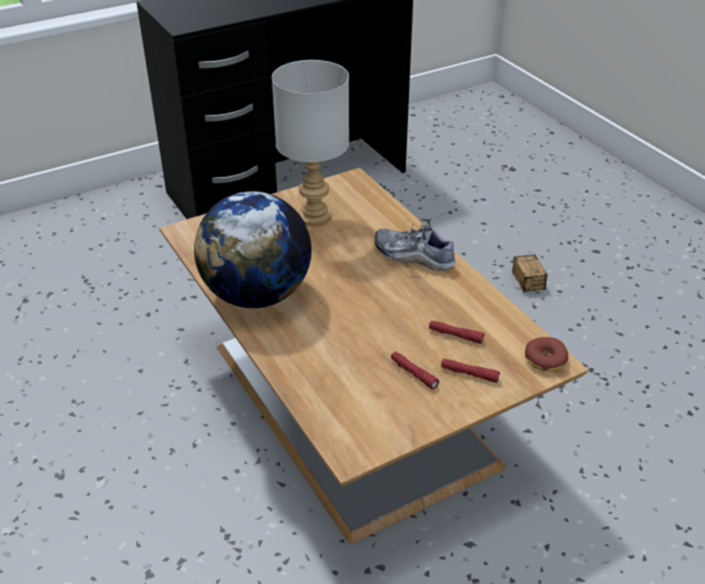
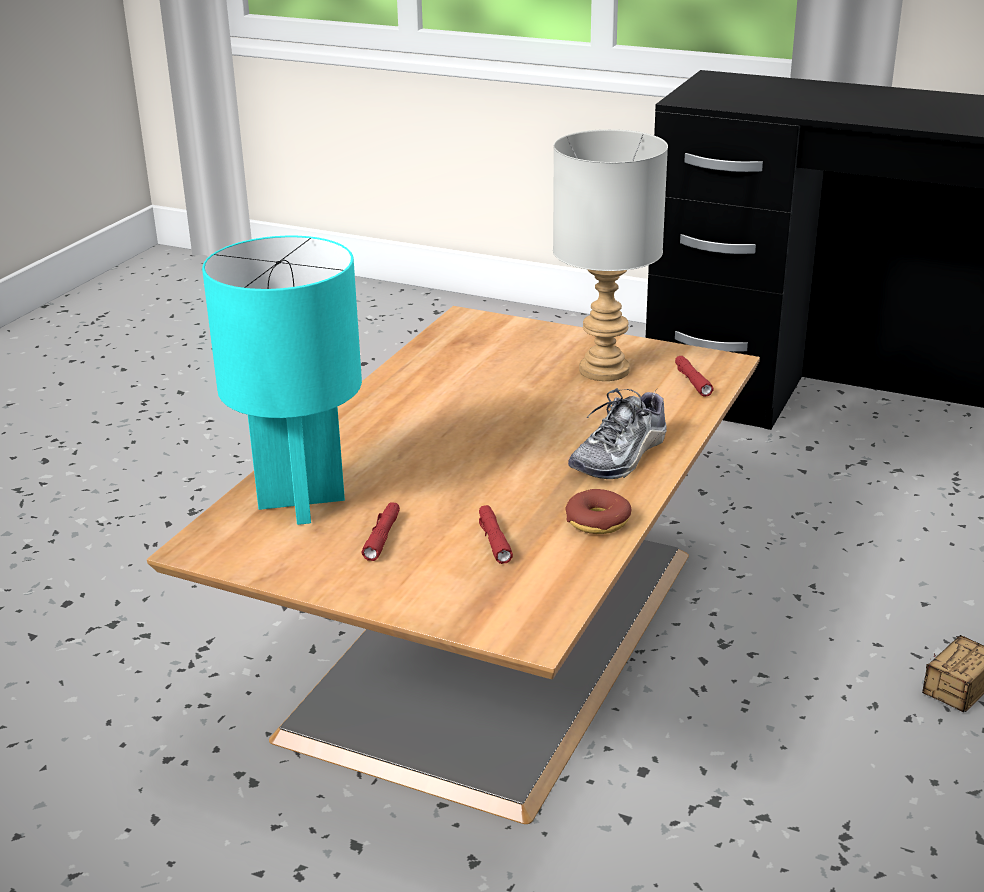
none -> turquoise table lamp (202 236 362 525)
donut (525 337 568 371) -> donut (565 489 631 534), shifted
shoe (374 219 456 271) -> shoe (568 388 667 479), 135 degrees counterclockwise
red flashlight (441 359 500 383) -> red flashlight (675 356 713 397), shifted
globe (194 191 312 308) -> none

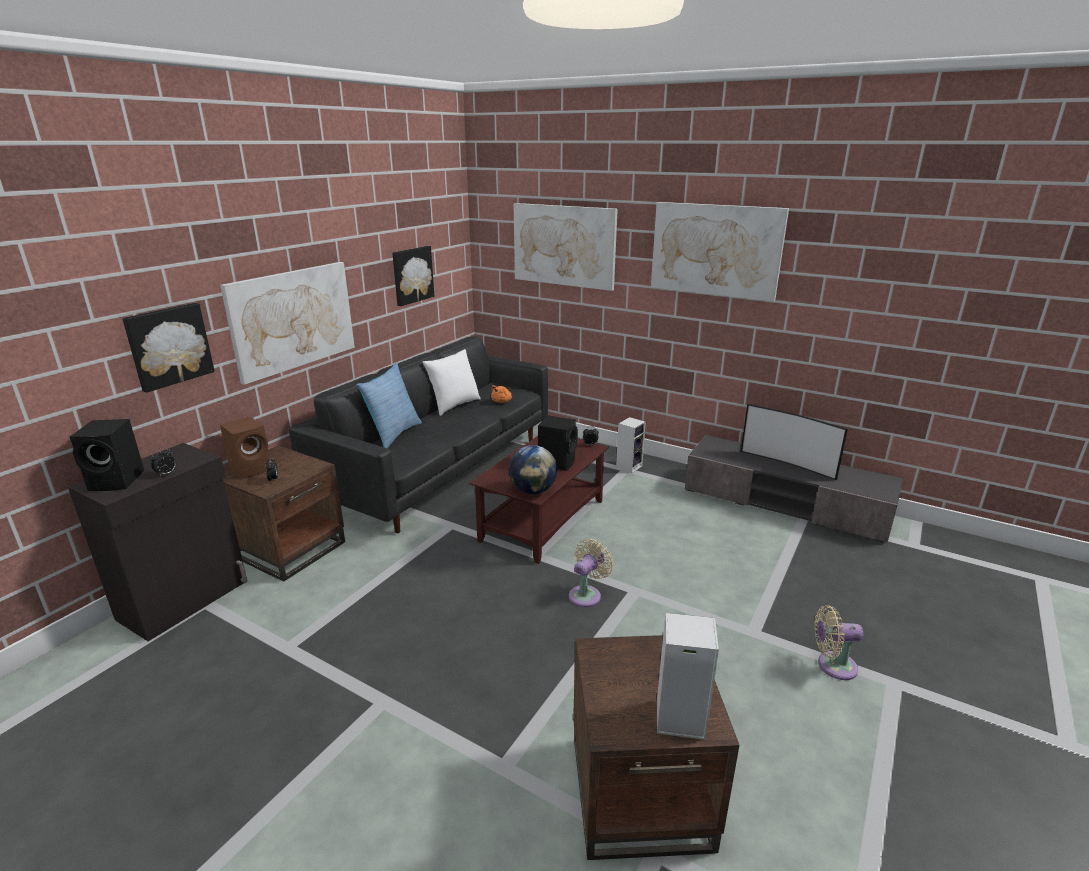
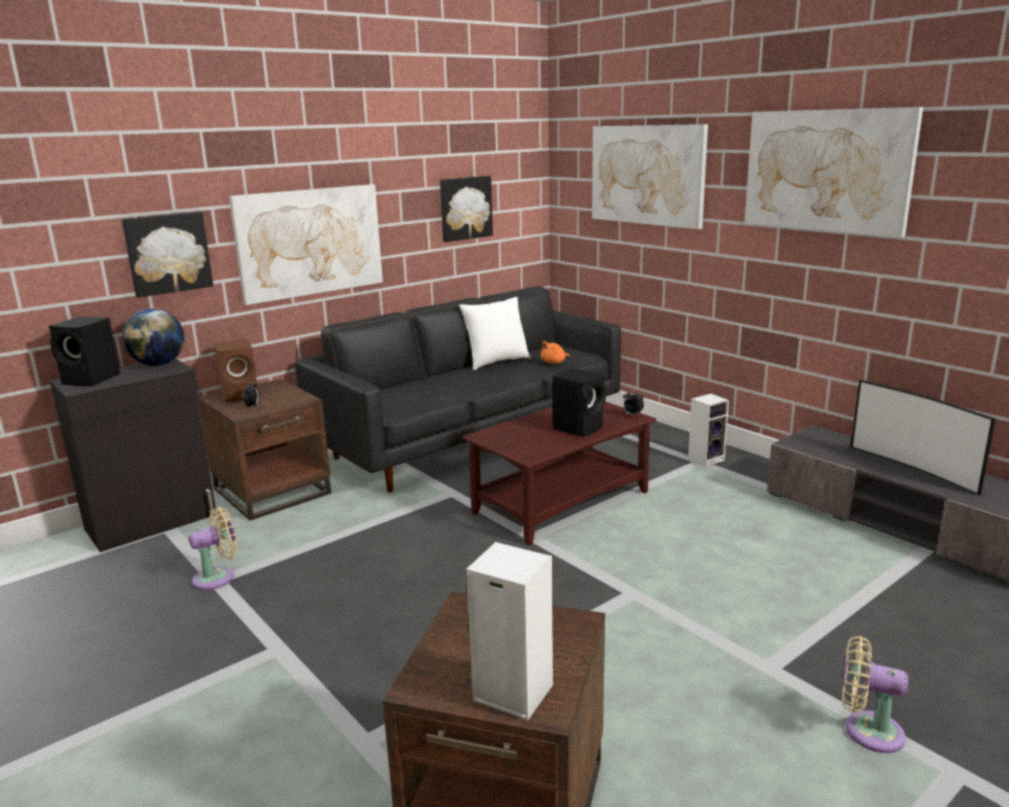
globe (508 445 557 494) -> globe (122 309 185 366), shifted
beige fan (569 539 613 607) -> beige fan (188 507 238 590), shifted
alarm clock (150 448 176 477) -> none
pillow (356 363 422 448) -> none

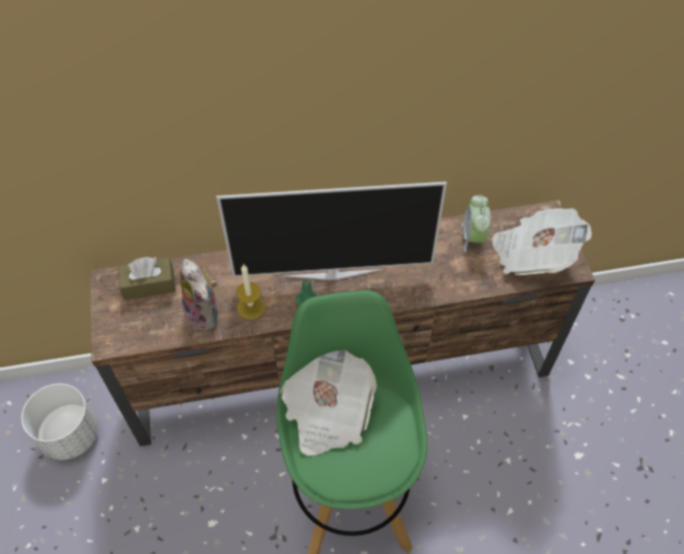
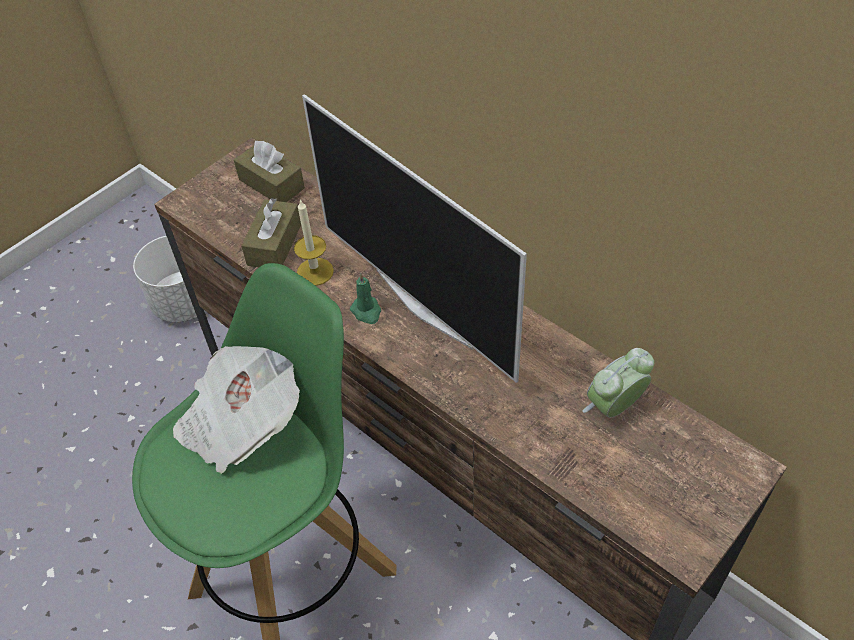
plush toy (180 259 218 331) -> brown tissue box (241 198 301 267)
newspaper (492 208 592 275) -> none

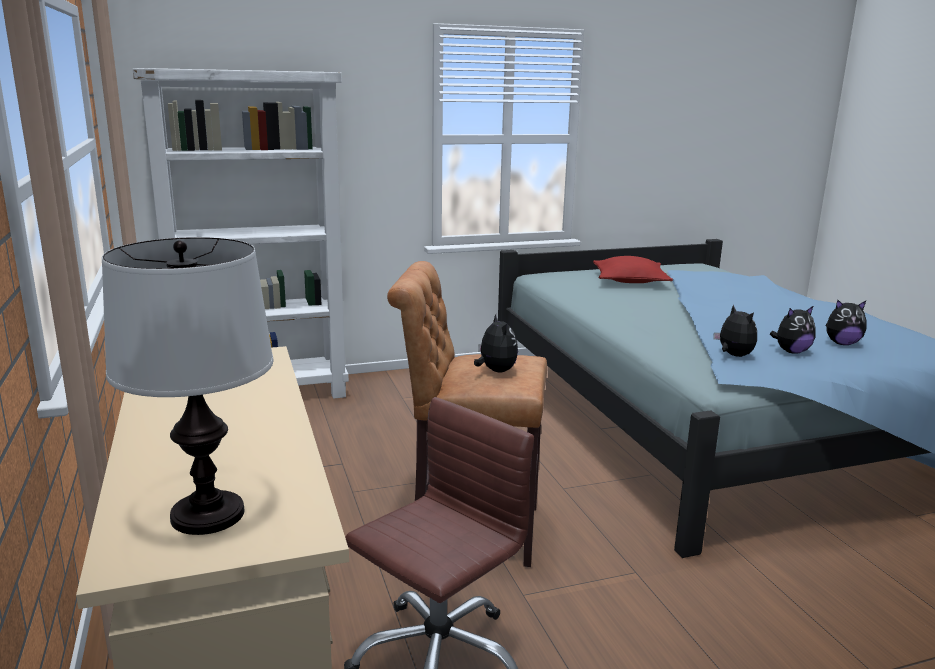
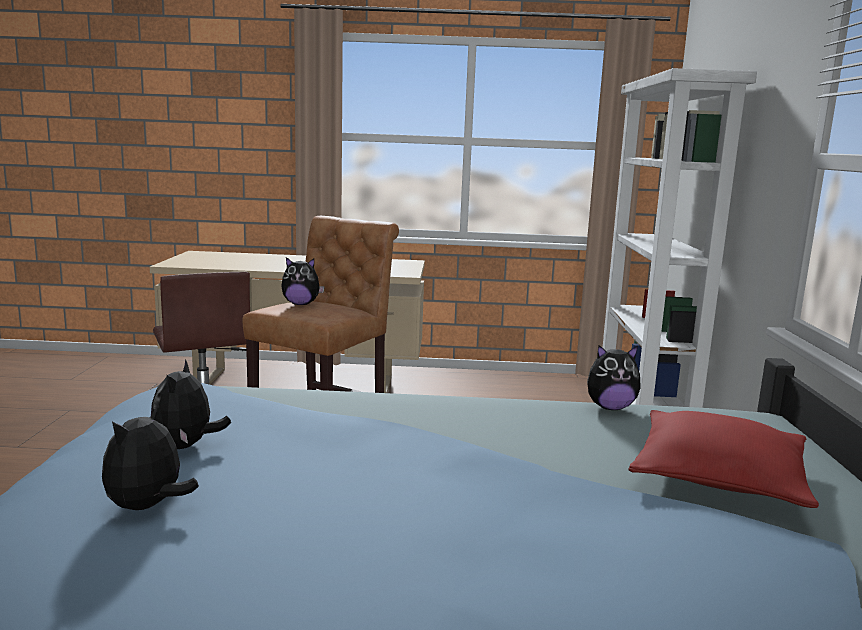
plush toy (714 304 757 357) -> plush toy (587 345 641 410), shifted
table lamp (102 237 274 535) -> none

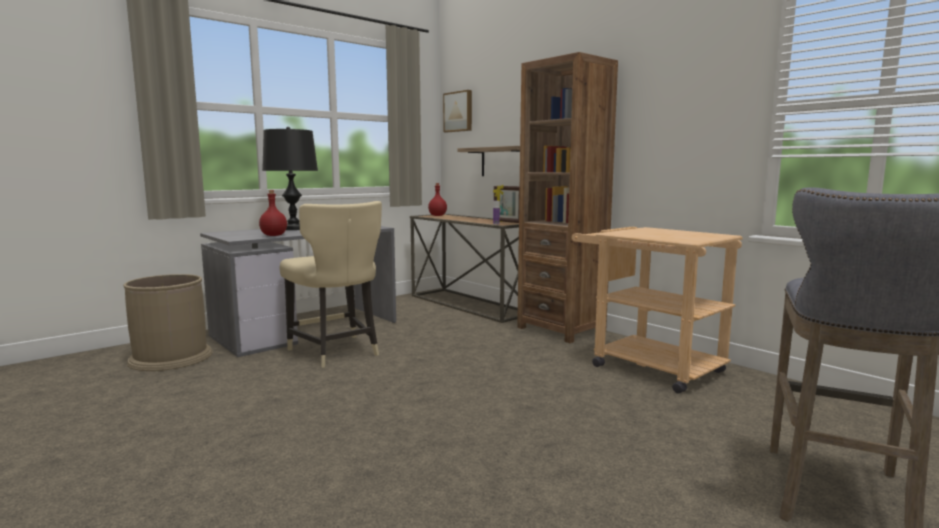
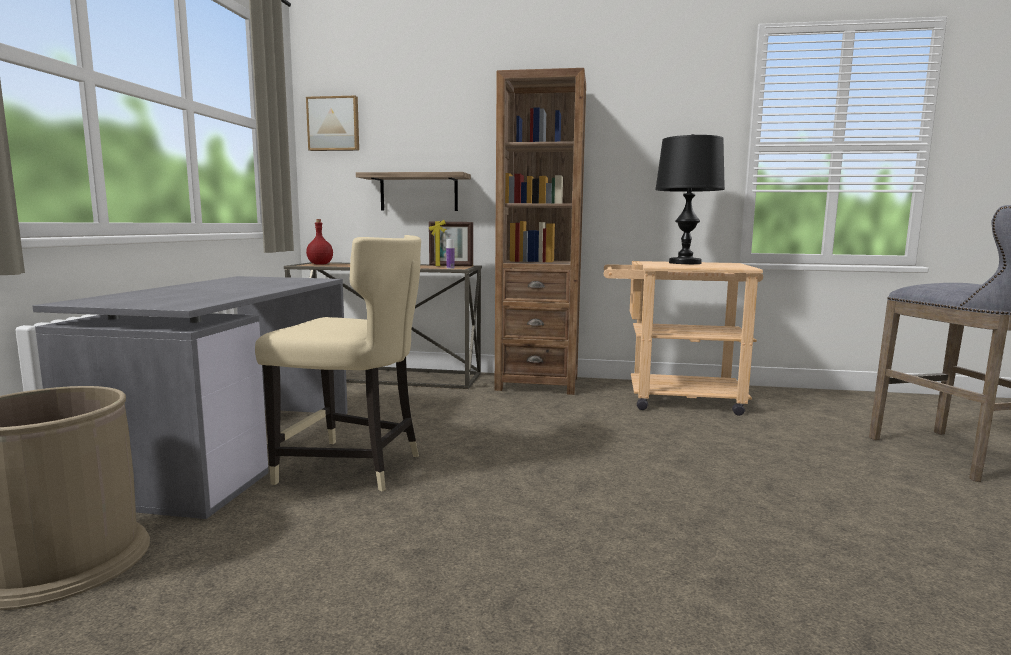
black table lamp (262 127 318 230) -> black table lamp (655 134 725 264), shifted
red bottle (259 190 287 236) -> none

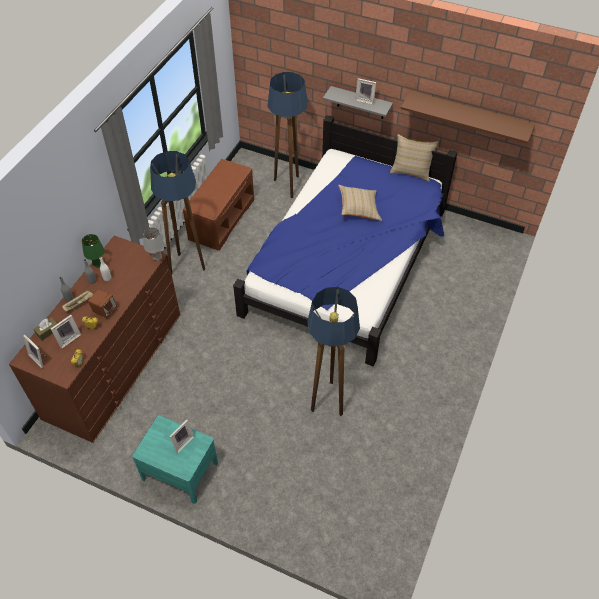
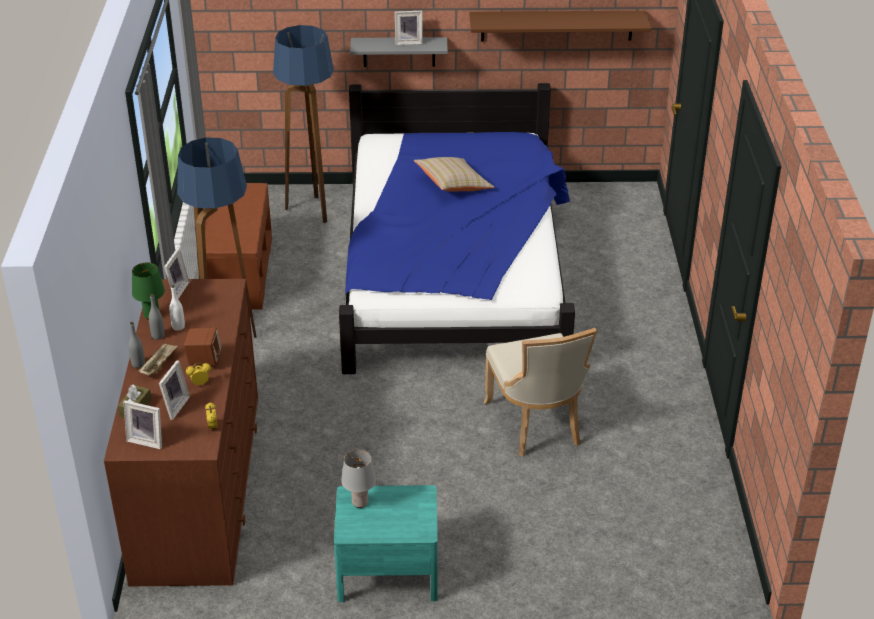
picture frame (169 419 194 453) -> picture frame (164 248 190 299), shifted
grey table lamp (143 227 164 261) -> grey table lamp (341 449 376 508), shifted
floor lamp (307 287 360 416) -> beige chair (484 328 597 457)
beige pillow (390 134 438 182) -> none

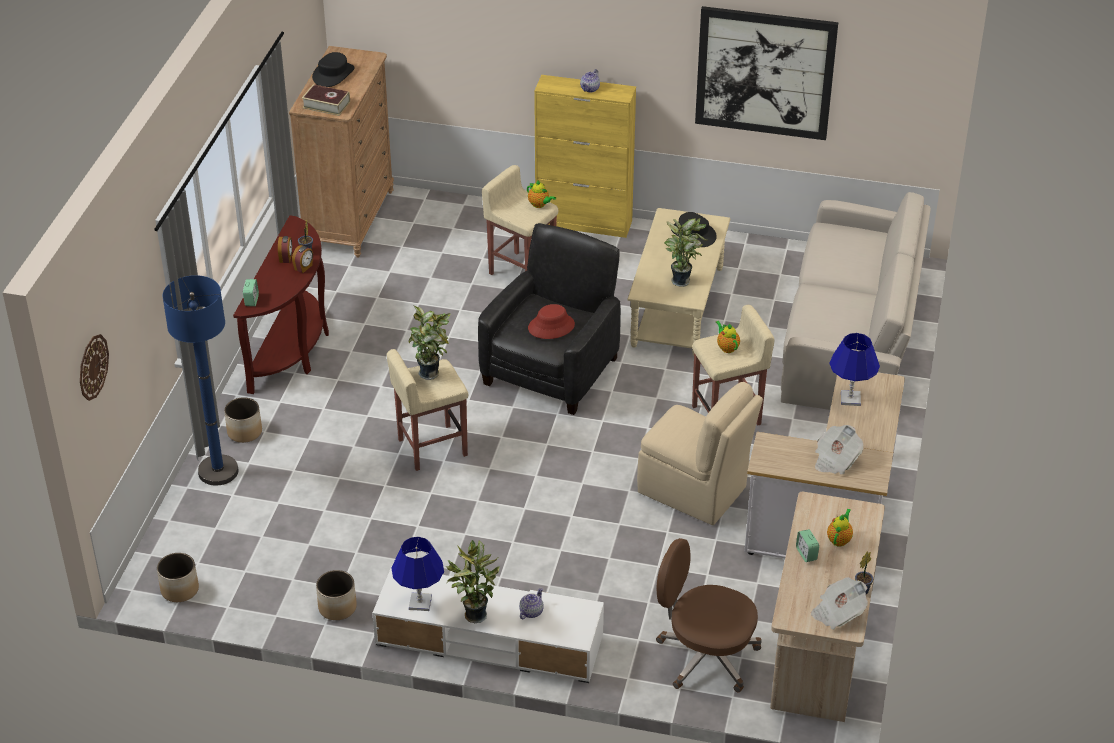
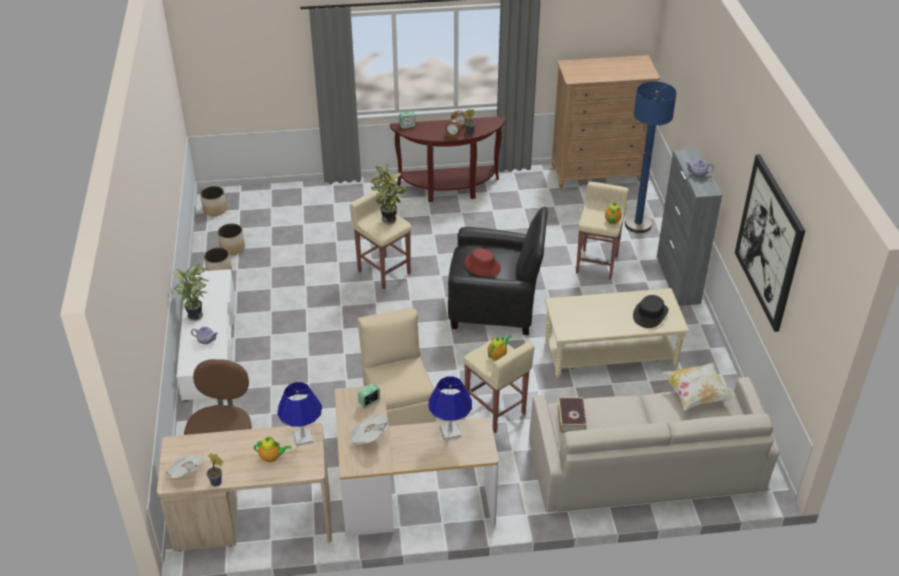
planter (224 397 262 443) -> planter (218 224 245 255), shifted
blue table lamp (392 537 444 611) -> blue table lamp (277 382 322 446), shifted
beige chair (637 382 763 525) -> beige chair (358 307 436 426), 150 degrees clockwise
alarm clock (796 529 819 562) -> alarm clock (358 383 380 408), shifted
book (302 84 350 116) -> book (557 397 587 433), shifted
blue floor lamp (163 275 239 485) -> blue floor lamp (625 81 677 233), shifted
yellow cabinet (534 75 636 238) -> grey cabinet (657 149 722 306)
none -> pillow (662 362 736 410)
wall clock (80 334 109 401) -> none
black hat (312 52 355 87) -> none
potted plant (664 218 707 287) -> none

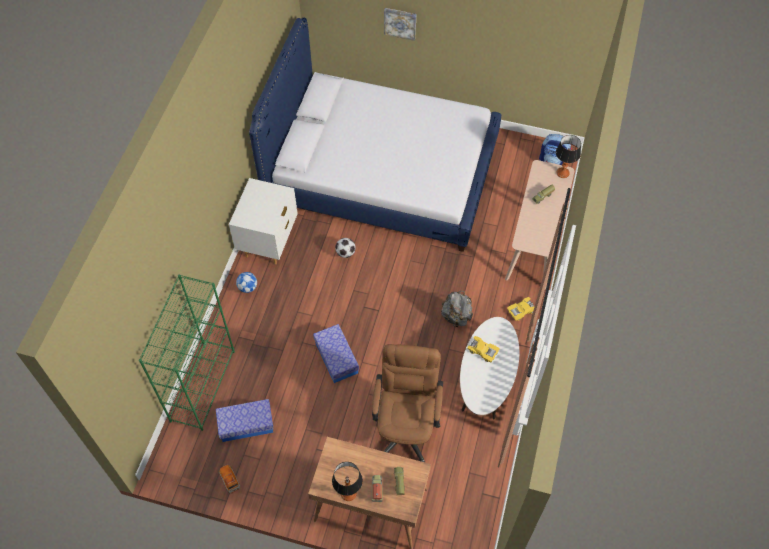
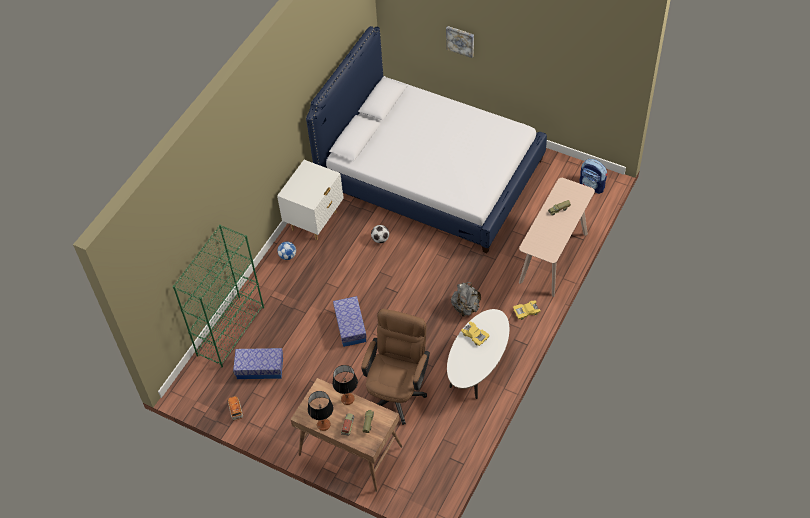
table lamp (556 135 581 178) -> table lamp (332 365 358 405), shifted

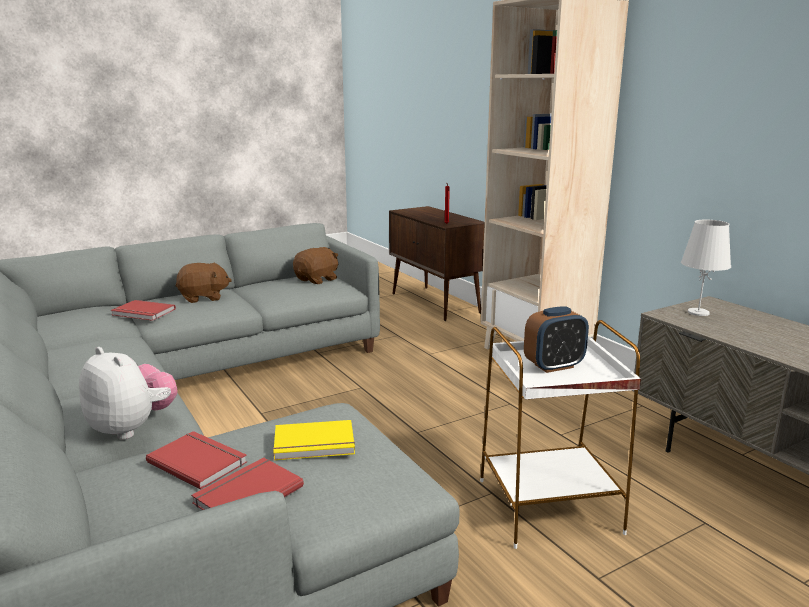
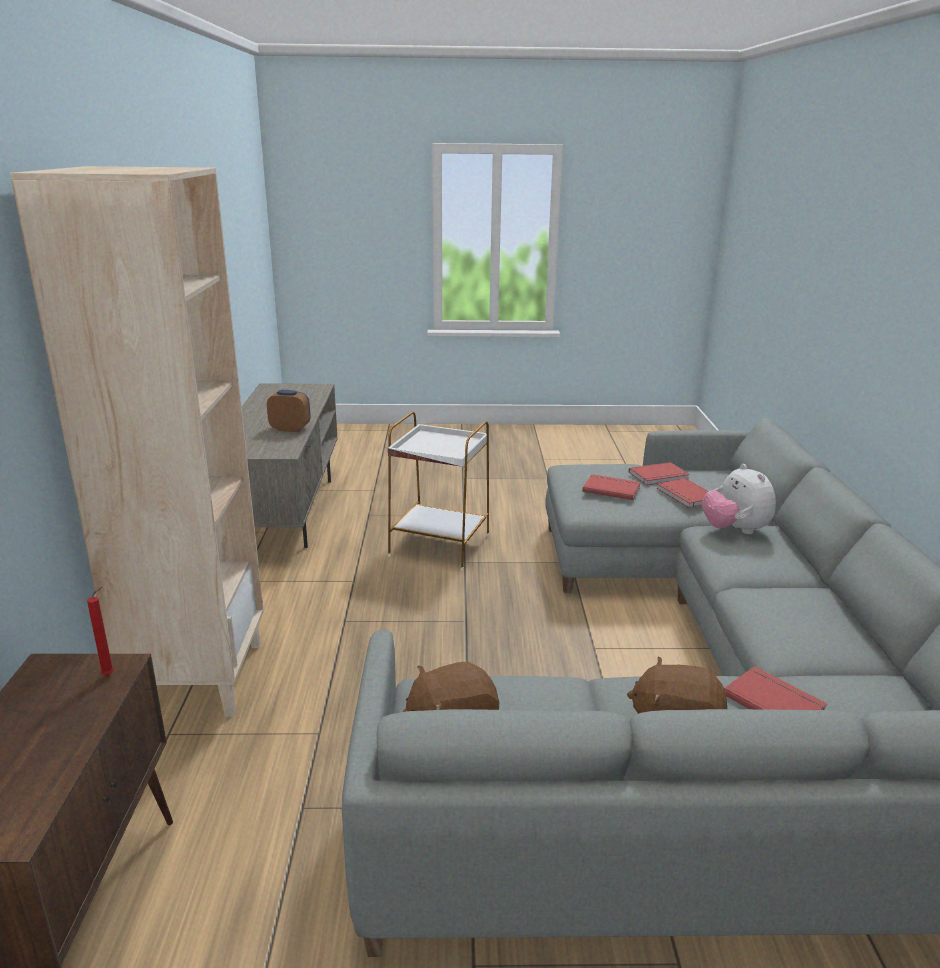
alarm clock (524 306 589 373) -> alarm clock (267 390 310 432), shifted
yellow book (273 420 355 460) -> red book (583 474 641 500)
white table lamp (681 220 731 316) -> none

